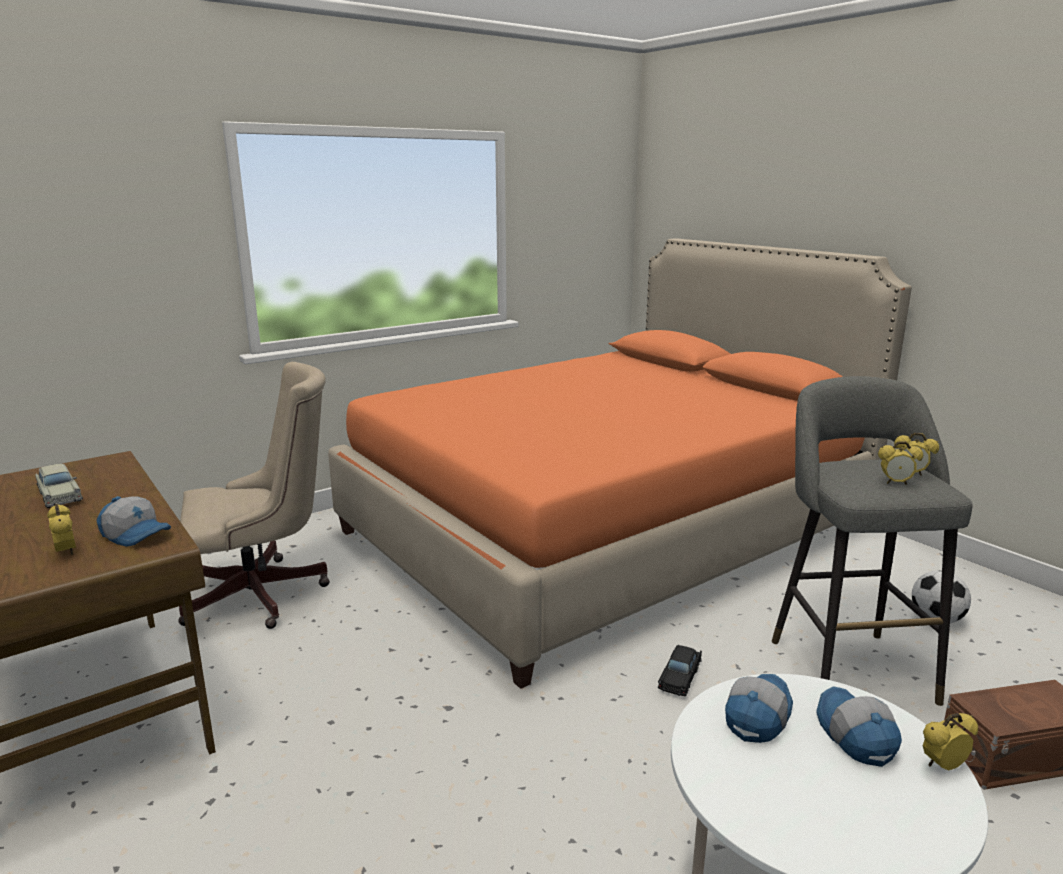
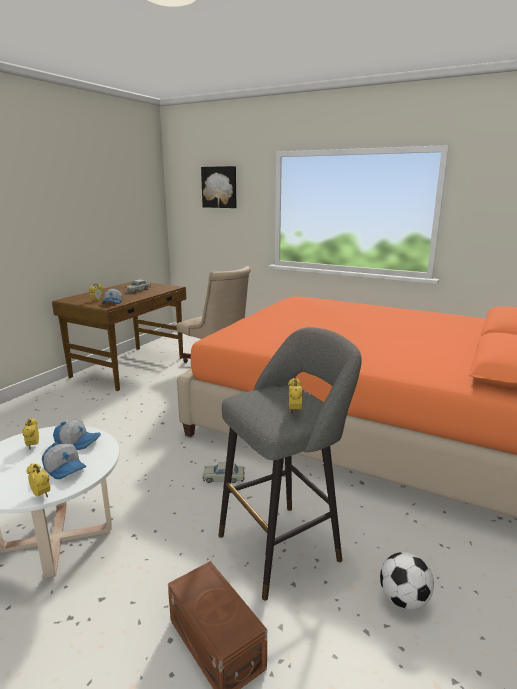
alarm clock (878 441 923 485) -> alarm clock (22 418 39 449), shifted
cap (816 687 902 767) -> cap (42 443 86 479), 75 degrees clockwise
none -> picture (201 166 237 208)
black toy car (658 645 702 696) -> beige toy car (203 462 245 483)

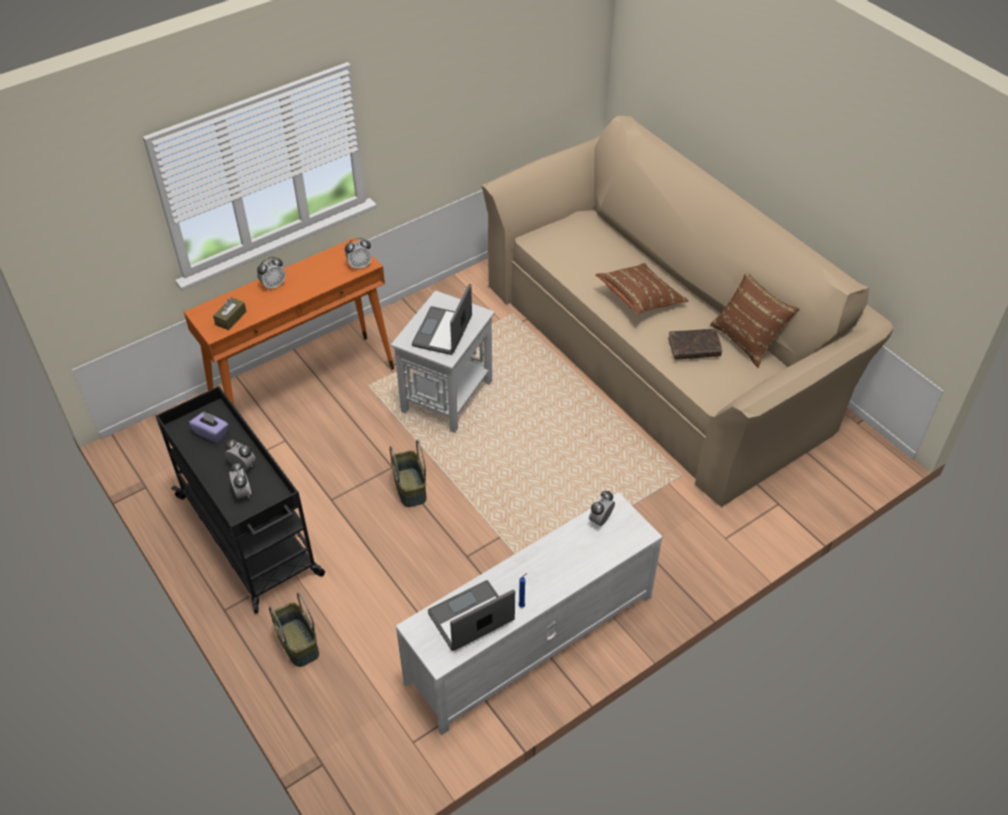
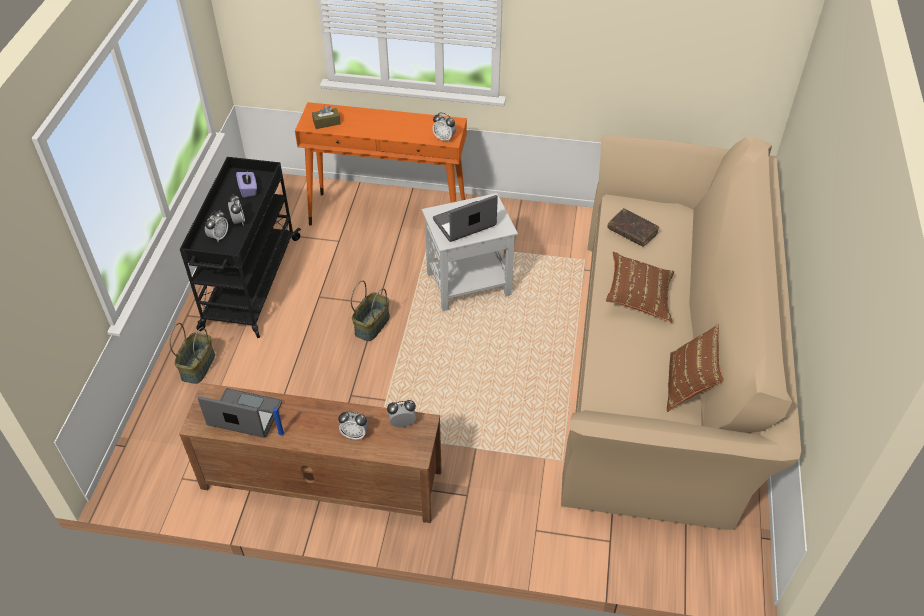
white tv stand (396 492 663 736) -> brown tv stand (179 383 442 523)
alarm clock (257 257 285 290) -> alarm clock (338 412 368 440), shifted
brown book (668 329 722 360) -> brown book (607 208 659 247), shifted

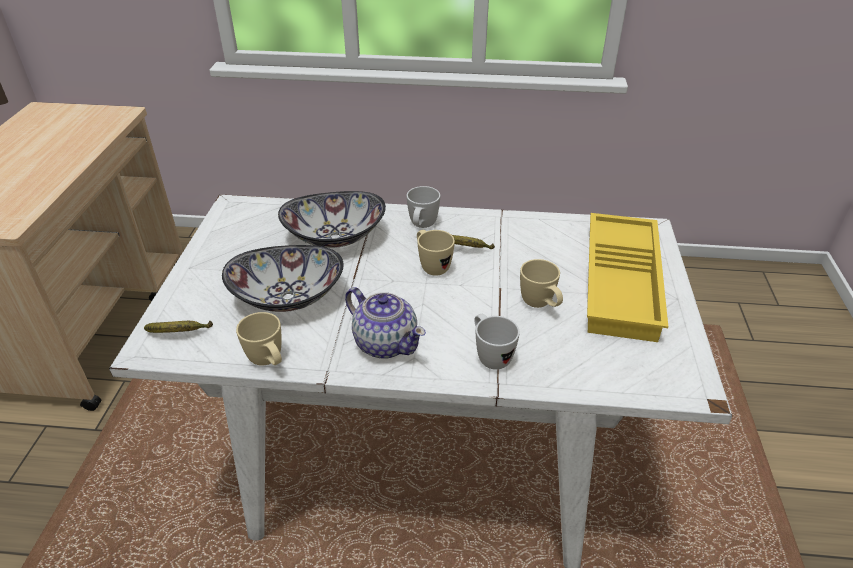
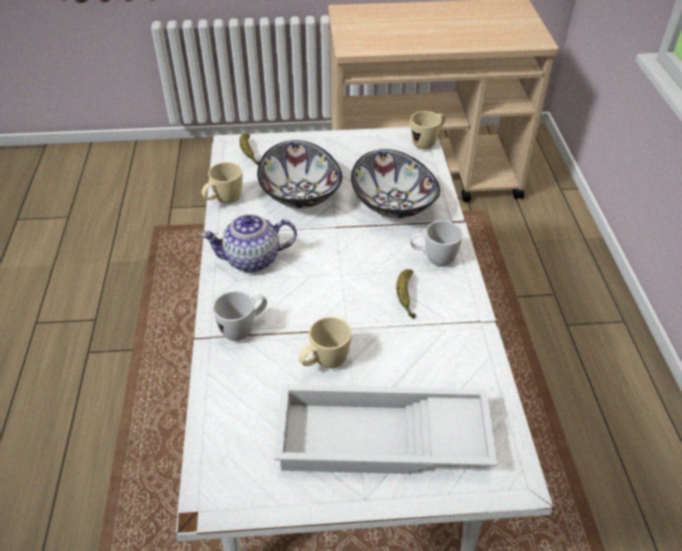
teapot (345 287 426 358) -> teapot (200 214 297 272), 45 degrees clockwise
yellow tray (587 213 668 342) -> white tray (274 384 497 474)
beige mug (417 230 455 276) -> beige mug (411 111 445 149), shifted

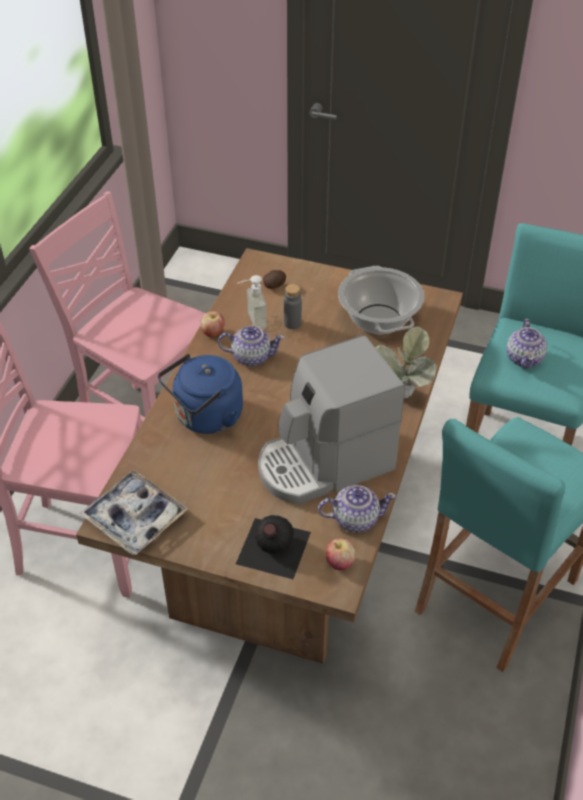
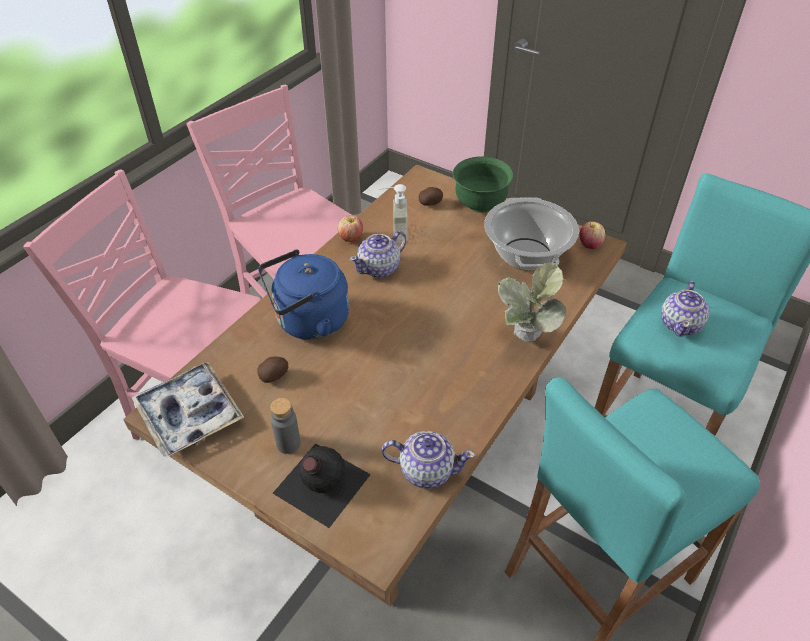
none -> potato (257 357 288 383)
grey bottle (284 284 302 329) -> grey bottle (270 398 301 454), shifted
teapot (218 326 285 366) -> teapot (349 231 406 278), 120 degrees clockwise
none -> green bowl (453 156 514 213)
apple (326 538 356 570) -> apple (580 222 605 249), shifted
coffee machine (258 335 405 504) -> none

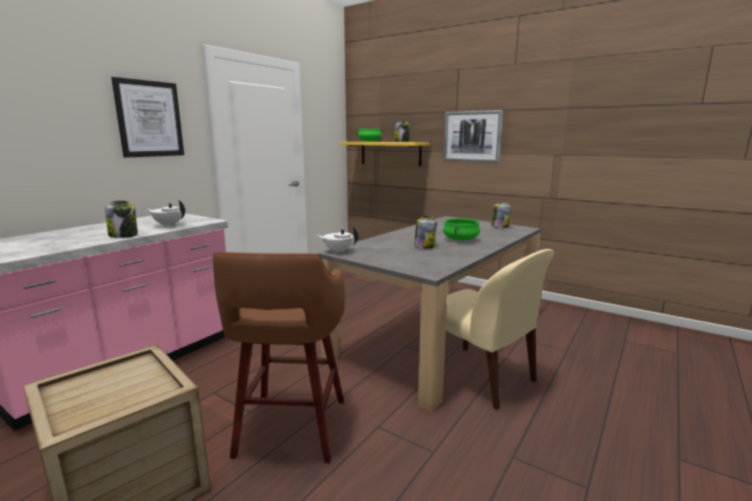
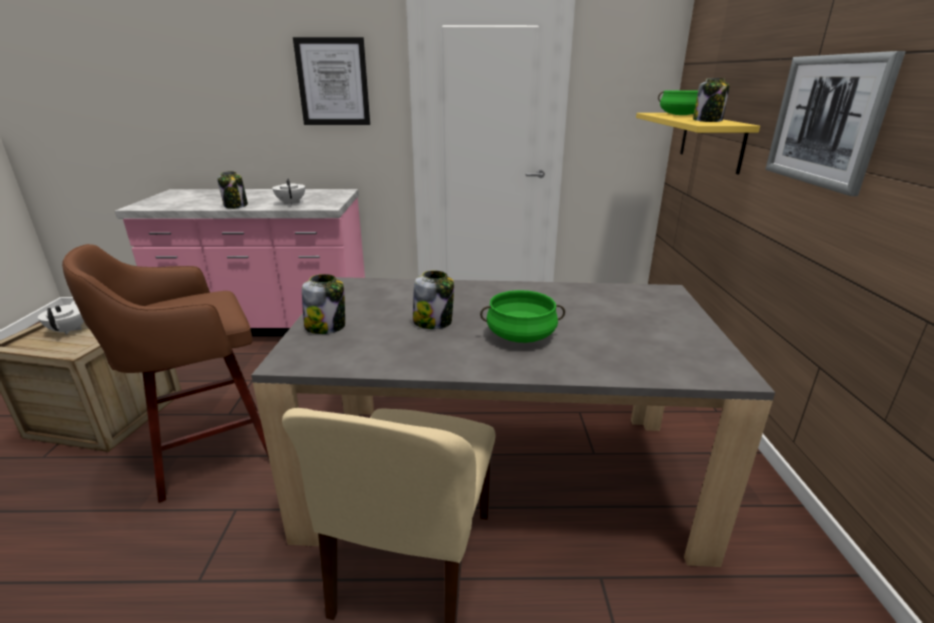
white teapot (317 226 359 254) -> white teapot (38 300 84 335), shifted
jar (491 202 511 228) -> jar (302 274 345 334), shifted

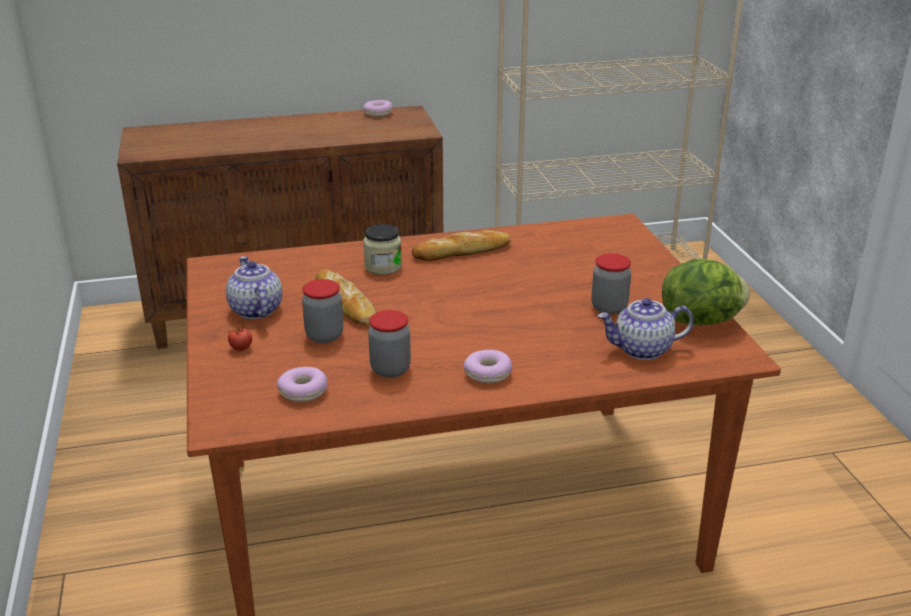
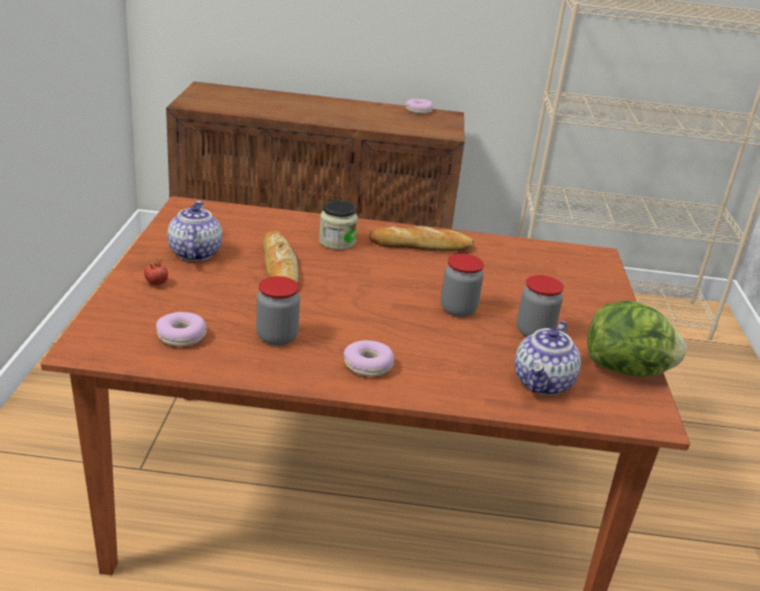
jar (302 279 343 343) -> jar (441 254 484 317), shifted
teapot (598 298 694 360) -> teapot (515 321 581 395), 75 degrees counterclockwise

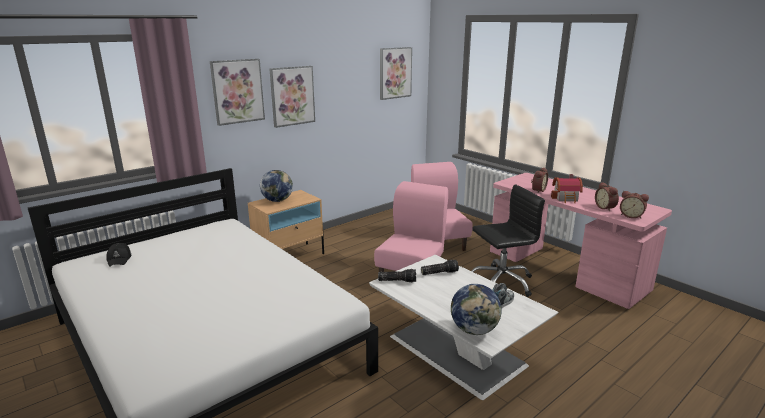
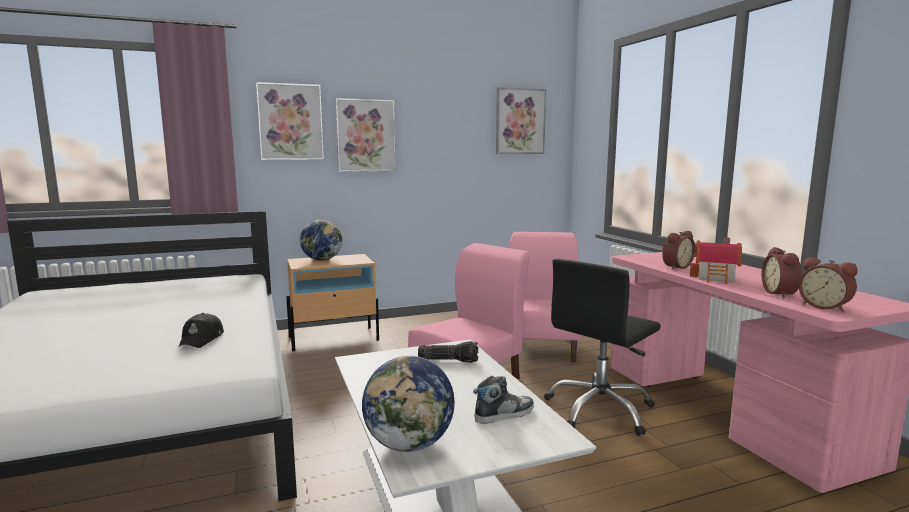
black cap (107 243 131 267) -> black cap (178 313 224 348), shifted
black office chair (471 184 545 297) -> black office chair (544 258 661 436), 135 degrees clockwise
flashlight (378 269 416 282) -> none

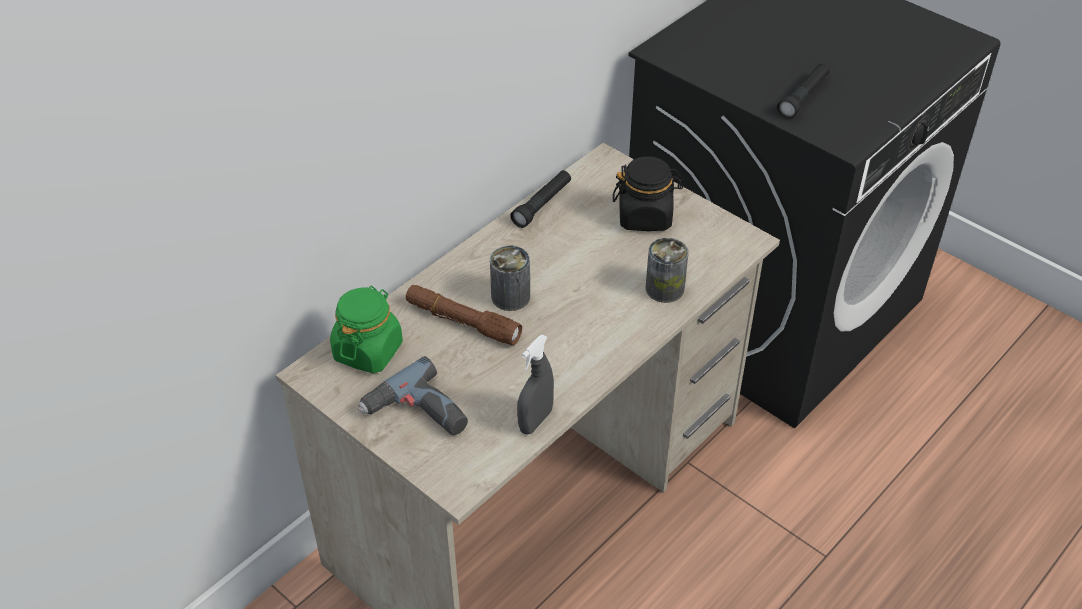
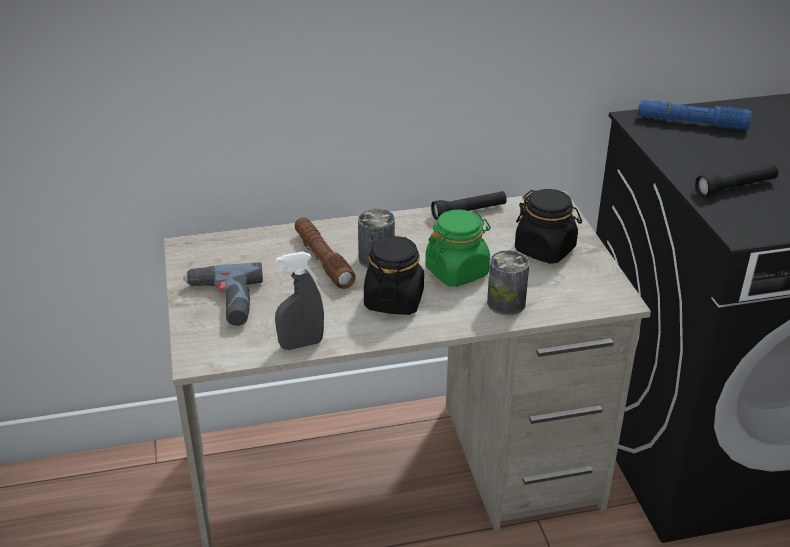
none -> black jar (364 236 424 315)
green jar (330 286 403 373) -> green jar (425 210 491 287), shifted
none -> blue flashlight (638 100 751 130)

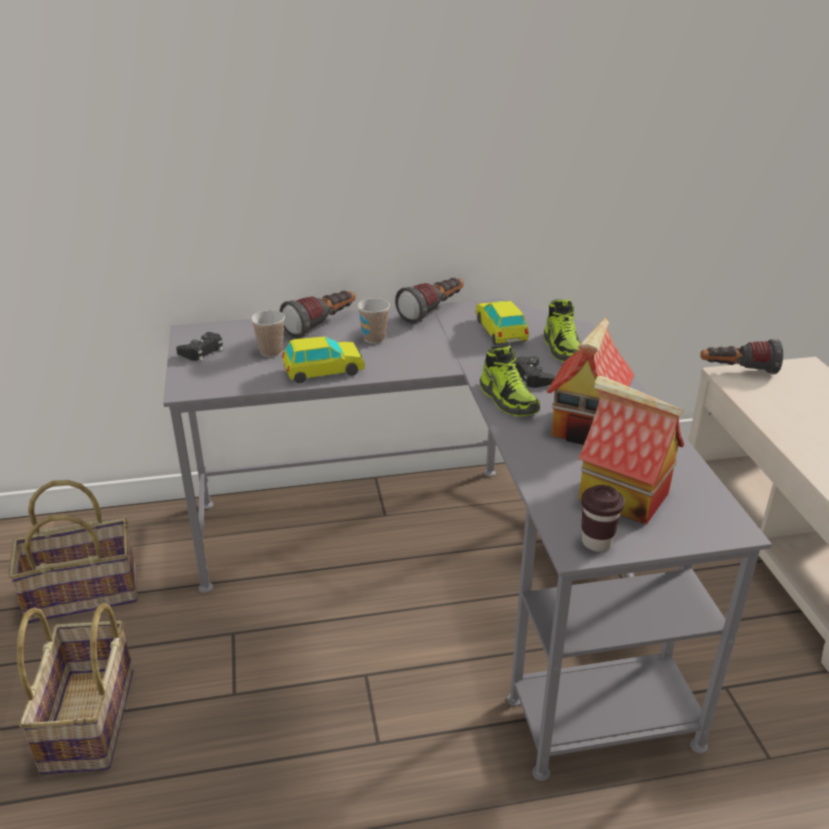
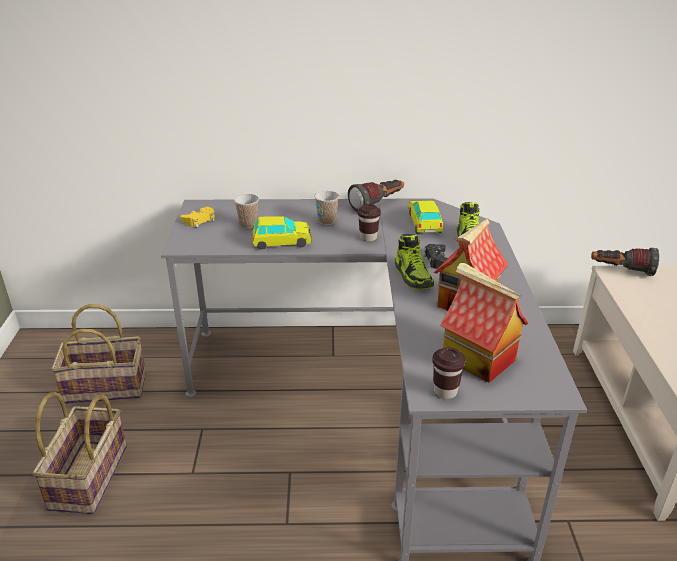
black game controller (176 332 224 362) -> yellow game controller (181 207 215 228)
none -> brown cup (358 204 381 242)
flashlight (280 291 356 338) -> none

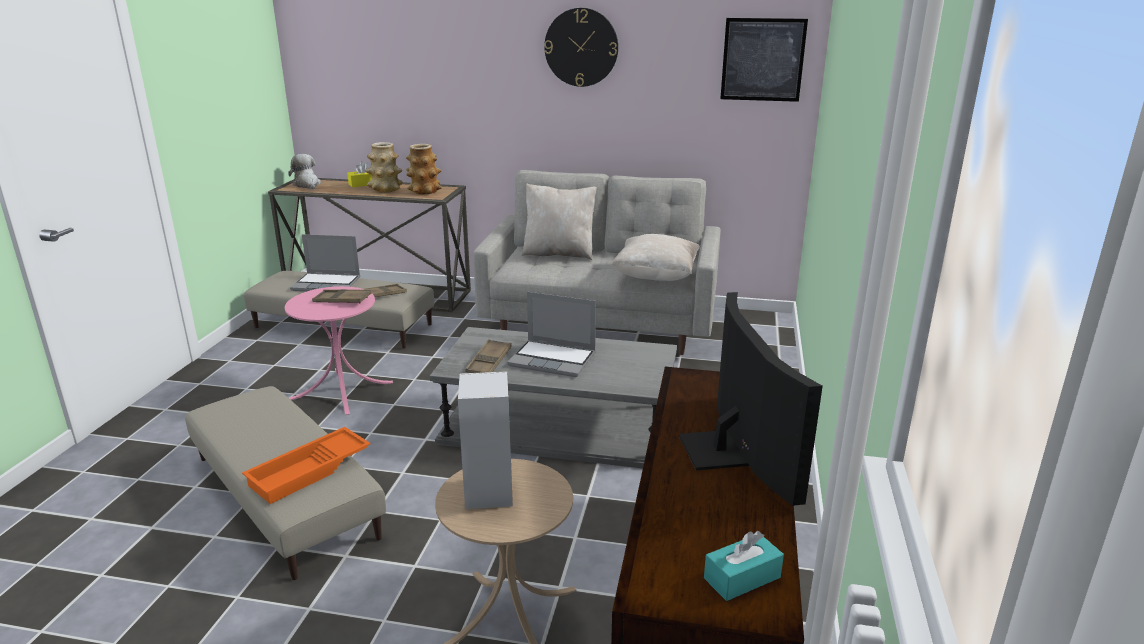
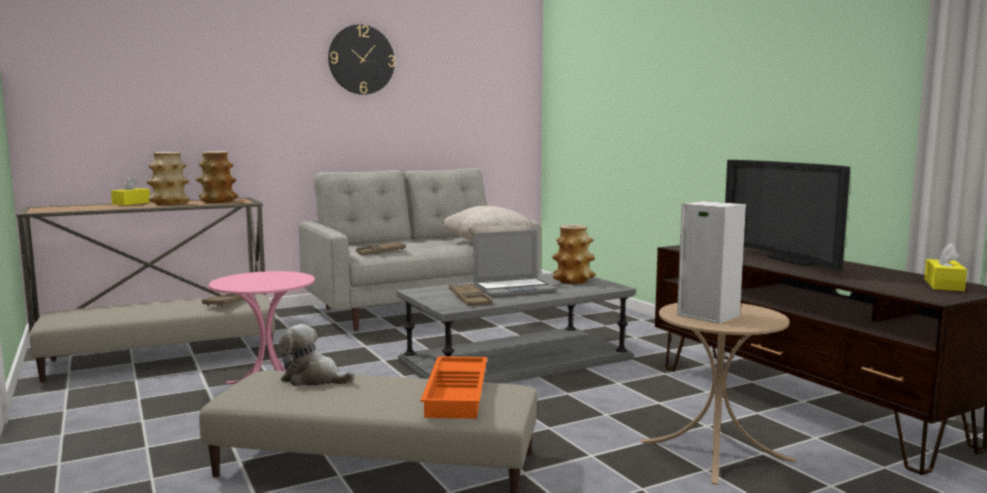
plush toy (288 154 321 190) -> plush toy (278 324 355 386), shifted
brown tray (312 289 371 304) -> brown tray (356 241 406 255), shifted
none -> vase (552 224 596 284)
television (679 292 823 506) -> television (725 160 850 271), 150 degrees counterclockwise
turquoise tissue box (704 531 784 601) -> yellow tissue box (924 243 967 291)
laptop (290 234 360 292) -> none
beige pillow (521 183 597 260) -> none
picture (720 18 808 102) -> none

